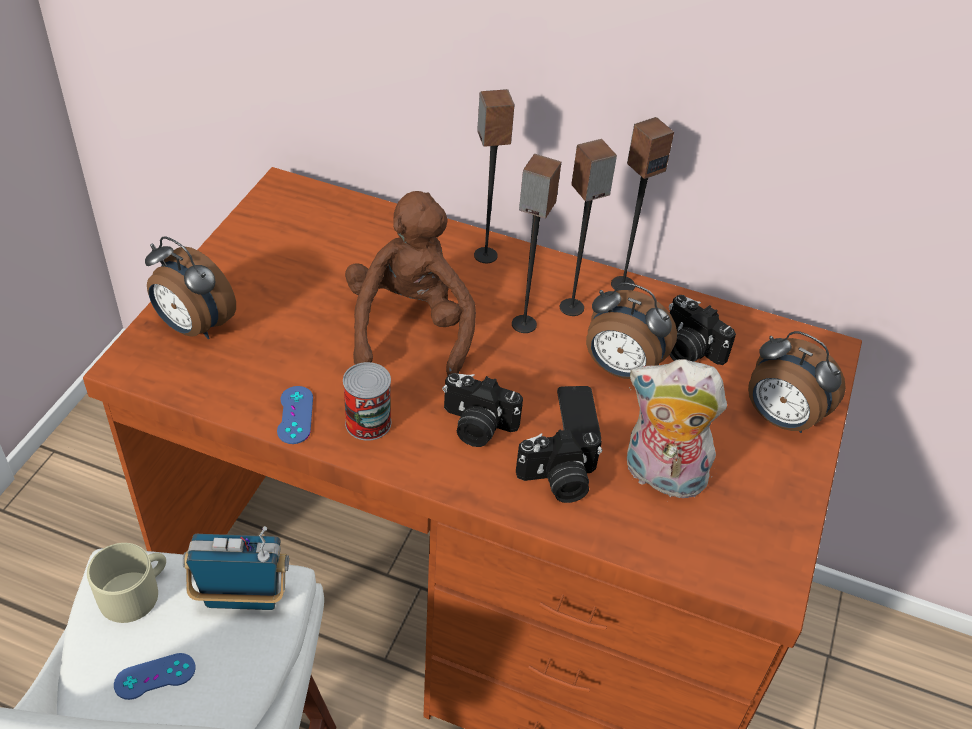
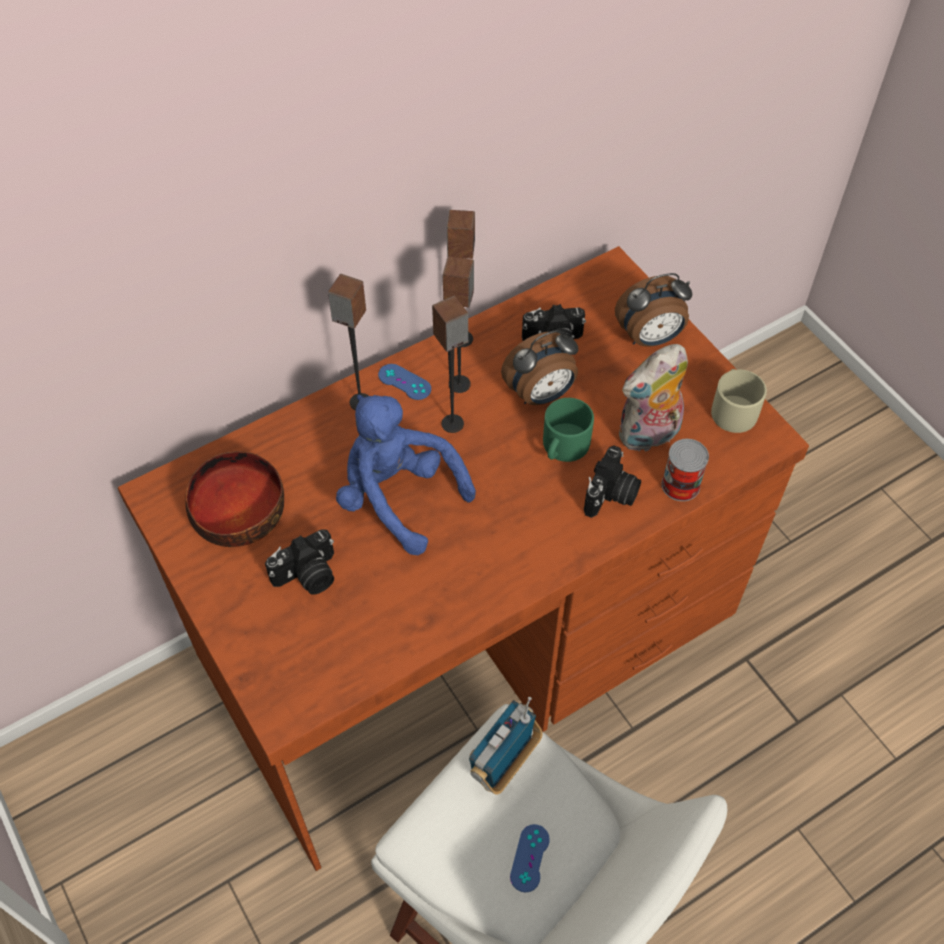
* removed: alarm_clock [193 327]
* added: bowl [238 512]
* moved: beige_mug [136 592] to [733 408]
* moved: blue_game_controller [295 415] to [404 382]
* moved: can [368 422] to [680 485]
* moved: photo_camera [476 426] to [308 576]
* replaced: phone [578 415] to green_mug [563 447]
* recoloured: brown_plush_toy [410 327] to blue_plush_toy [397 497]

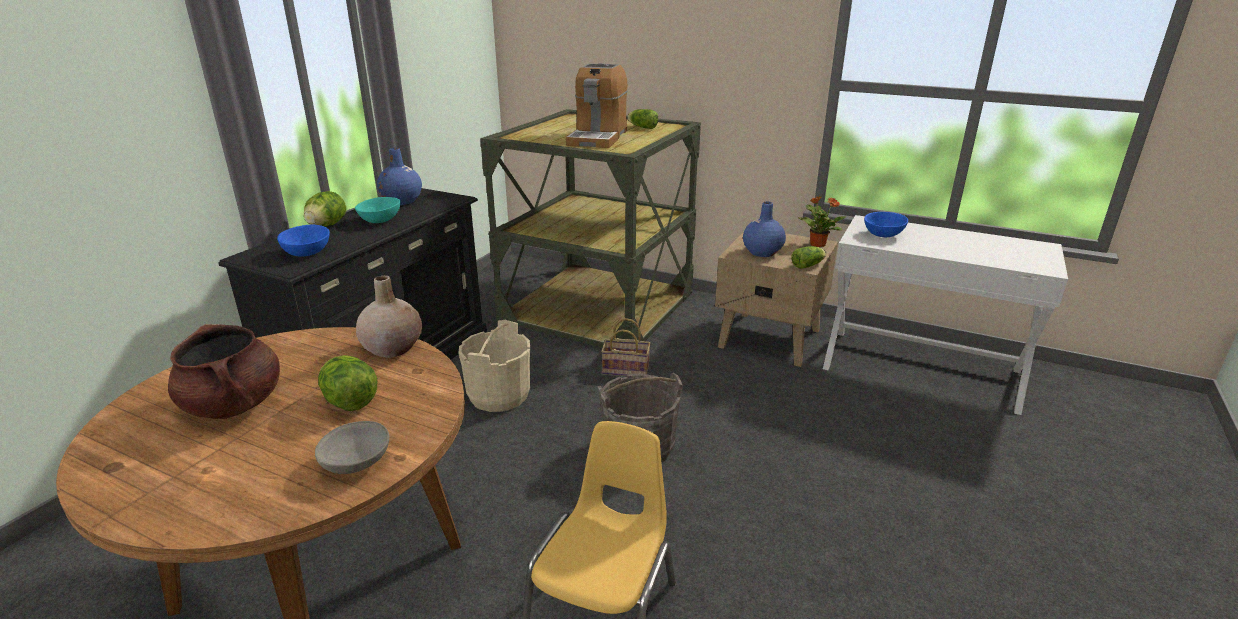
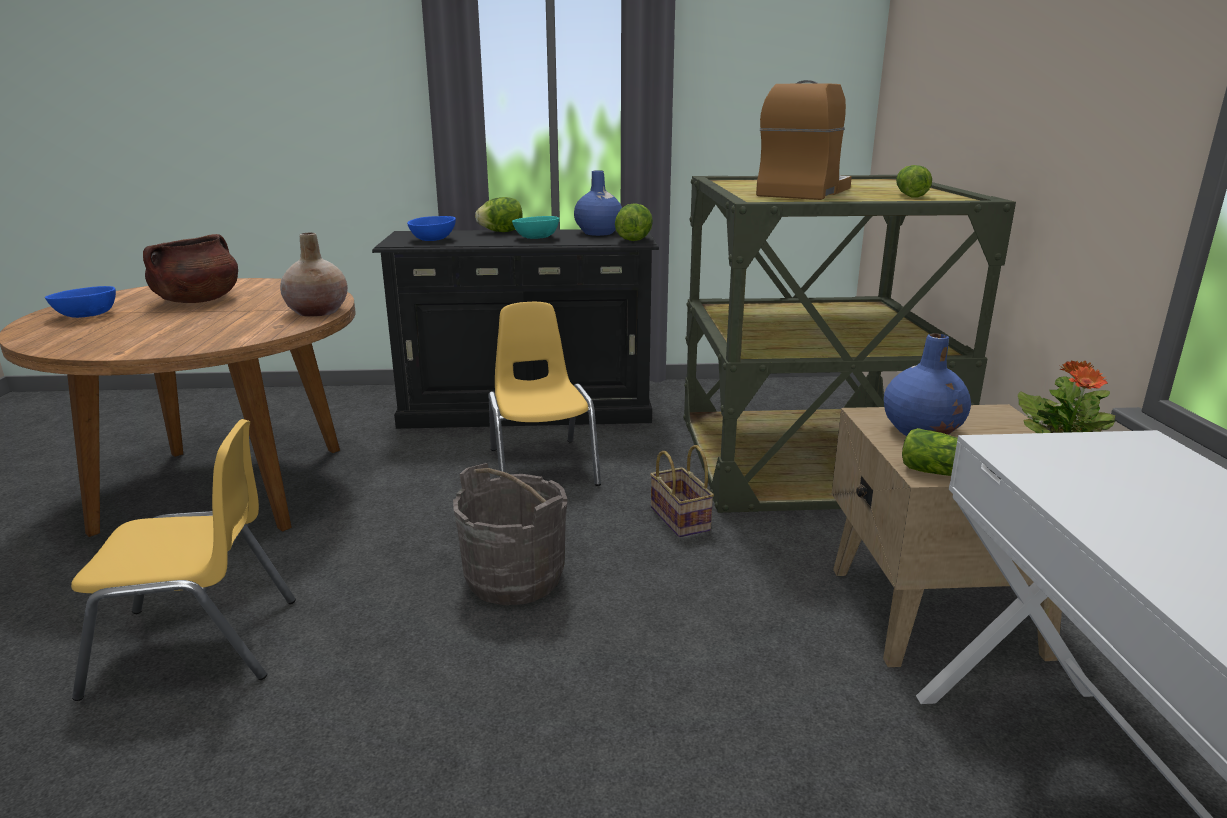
* removed: grey_bowl [357 463]
* moved: lettuce [350 402] to [634 240]
* moved: blue_bowl [883 234] to [88 315]
* replaced: beige_bucket [498 395] to yellow_chair [542 466]
* turned: coffee_machine [598 138] = [803 192] 135 degrees clockwise

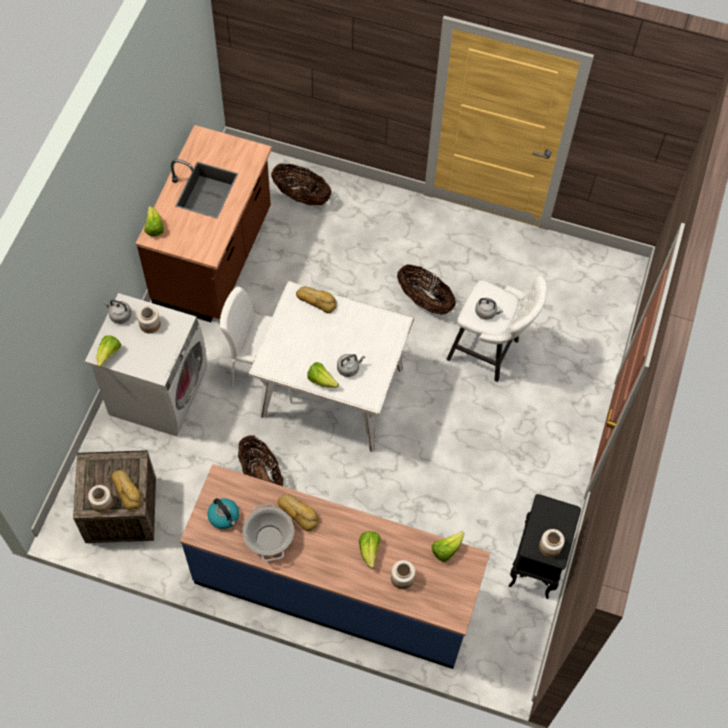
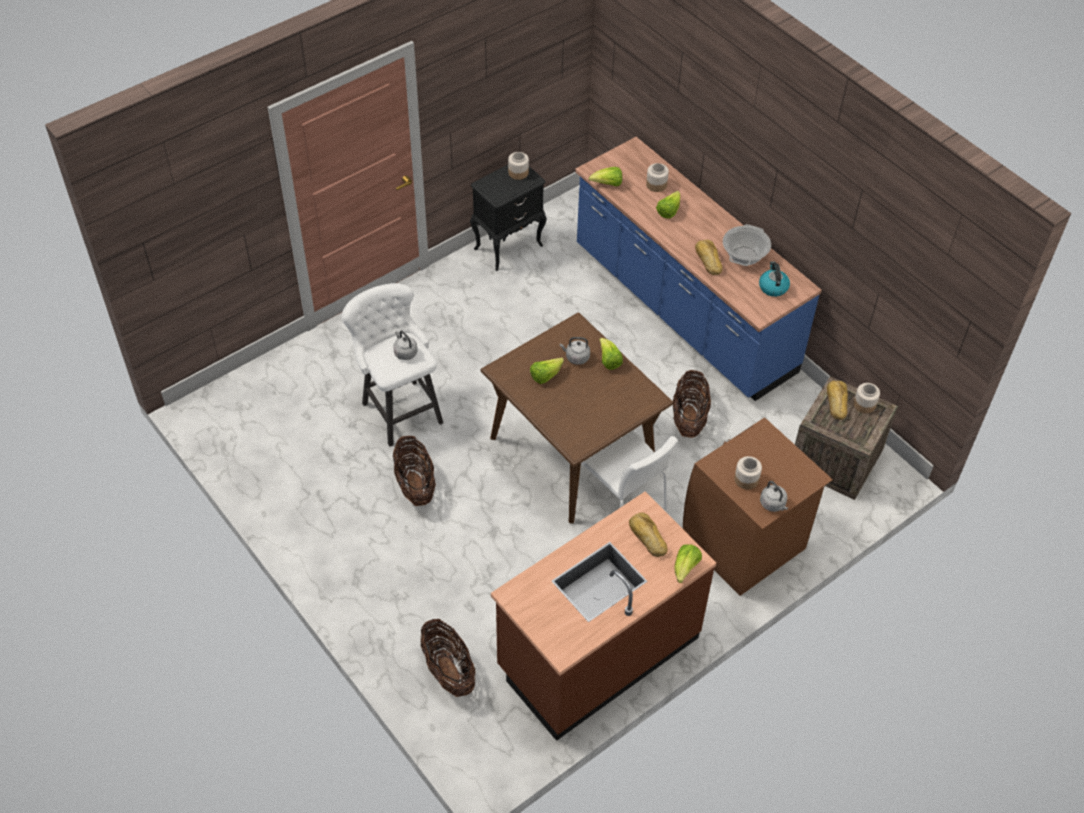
* moved: lettuce [108 354] to [545 376]
* moved: bread [316 300] to [647 538]
* recoloured: white_washing_machine [157 391] to brown_washing_machine [743 545]
* recoloured: white_dining_table [332 392] to brown_dining_table [572 452]

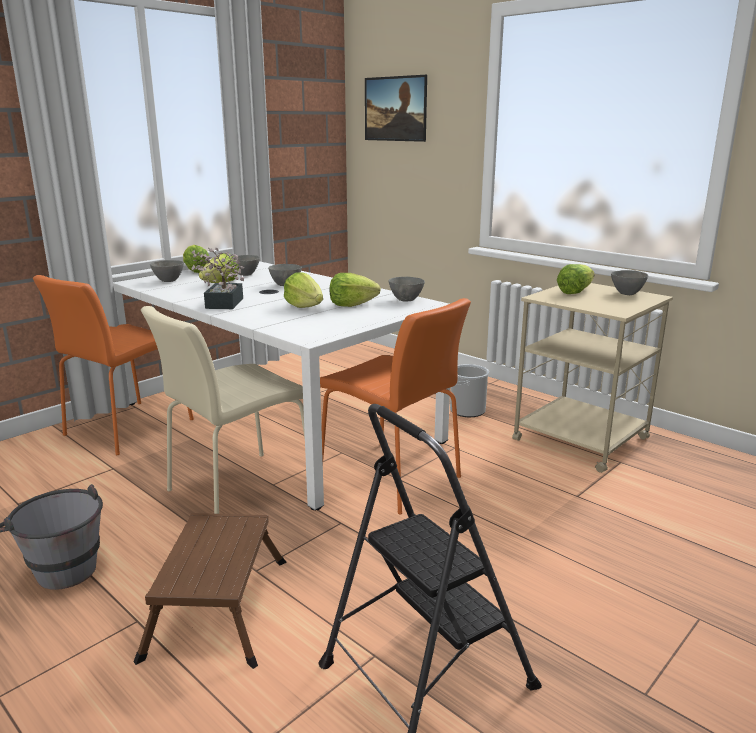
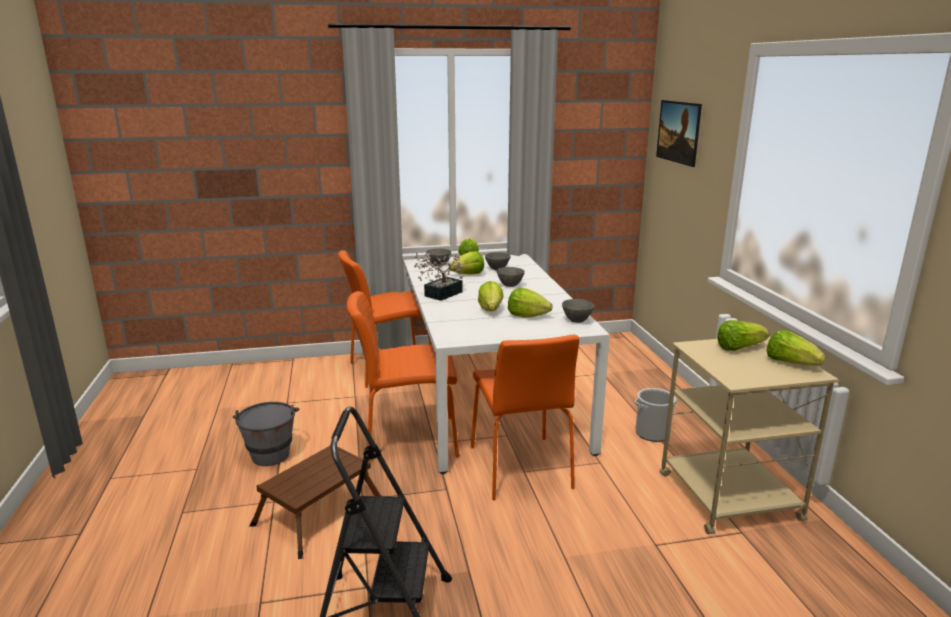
* replaced: grey_bowl [626 293] to lettuce [790 363]
* recoloured: beige_chair [237 491] to orange_chair [407 439]

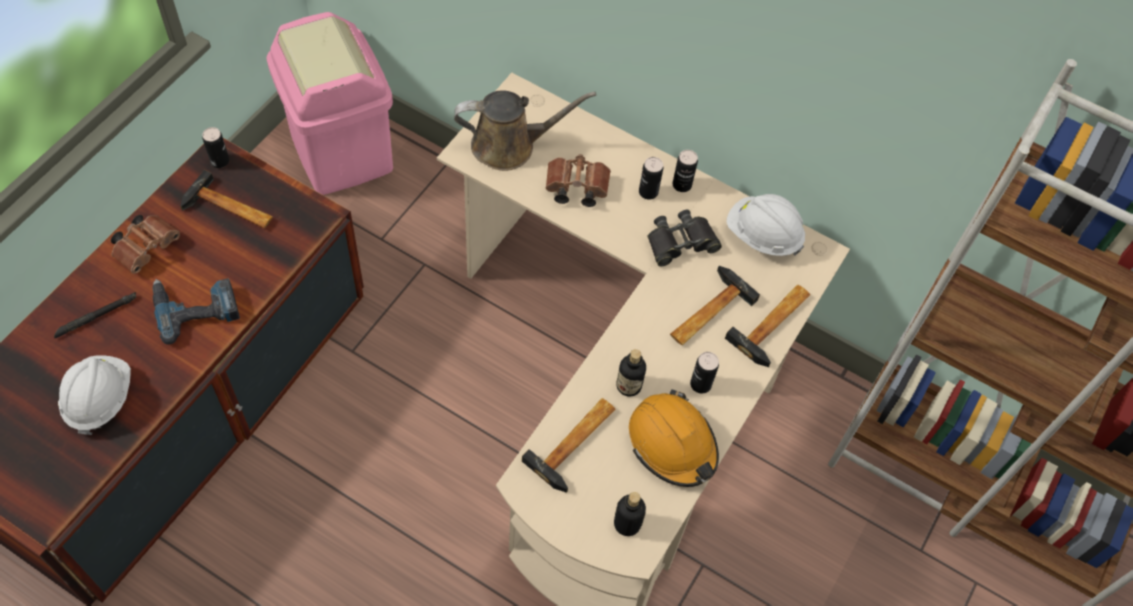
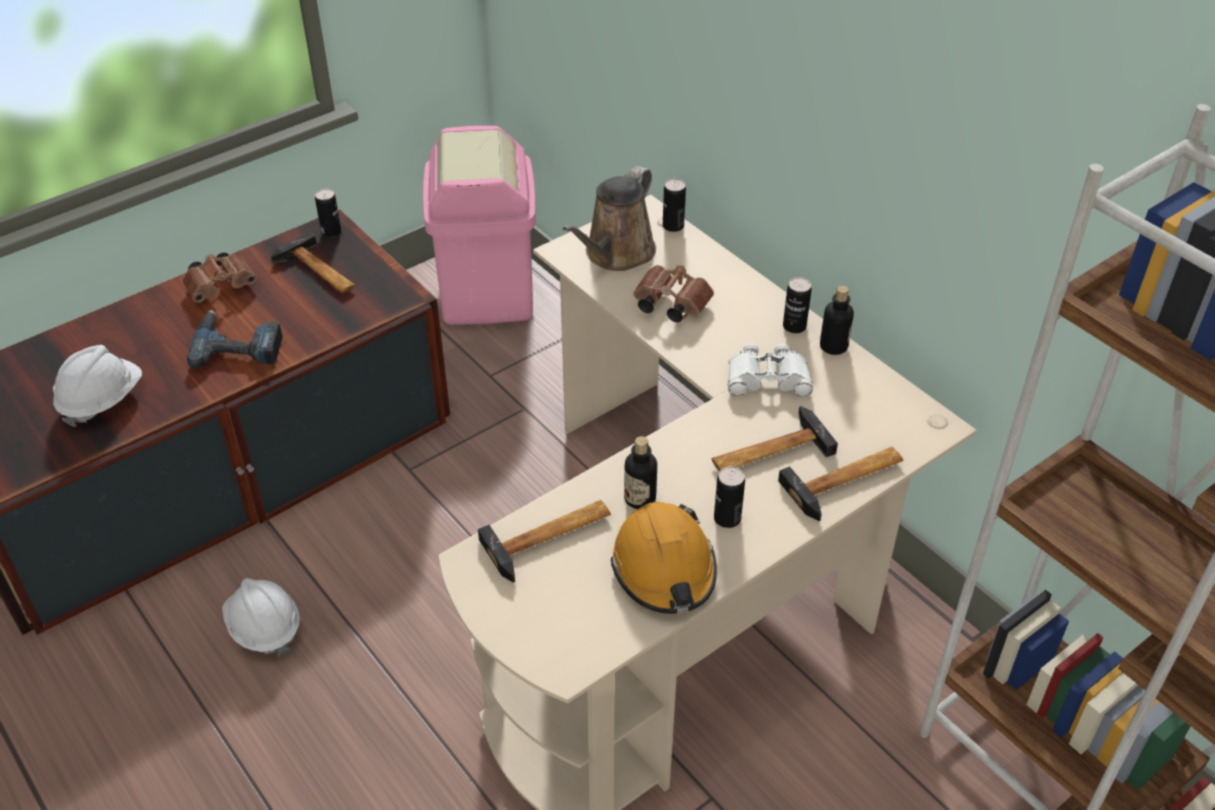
* removed: black_flashlight [96 317]
* moved: bottle [627 523] to [833 346]
* moved: can [648 192] to [673 226]
* moved: white_hard_hat [762 236] to [264 628]
* recoloured: black_binoculars [680 242] to white_binoculars [767 378]
* turned: brown_watering_can [510 145] = [616 254] 105 degrees clockwise

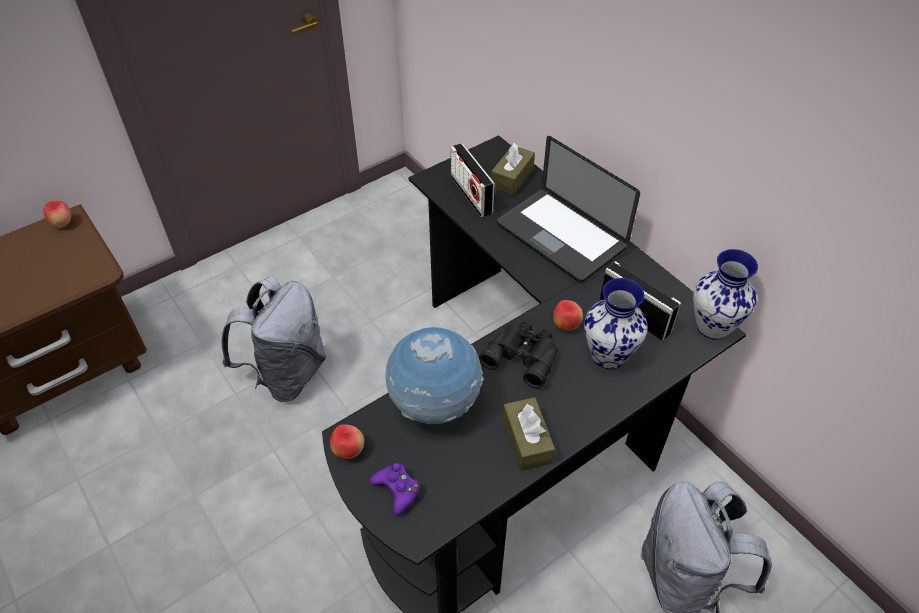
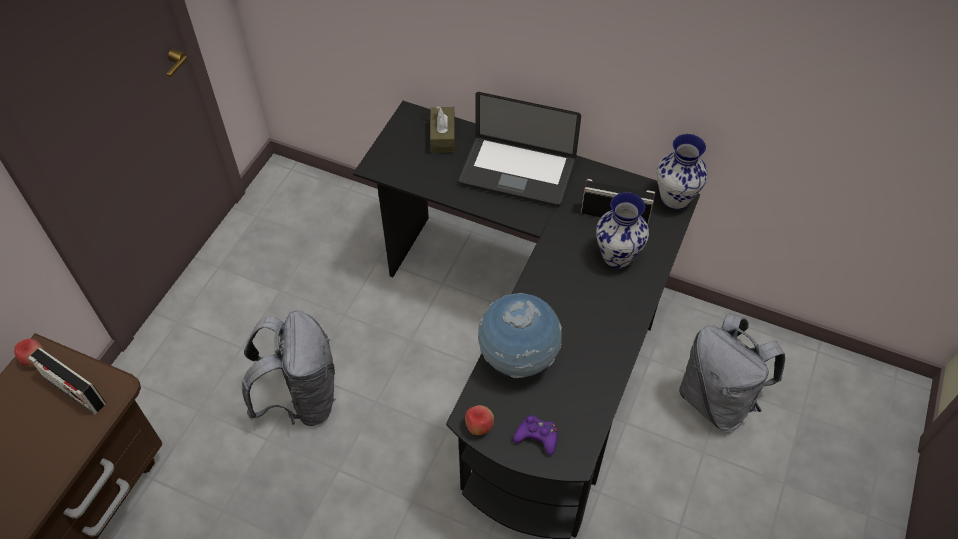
* removed: black_binoculars [523 355]
* removed: brown_tissue_box [527 440]
* removed: apple [565 325]
* moved: radio [471 194] to [75 391]

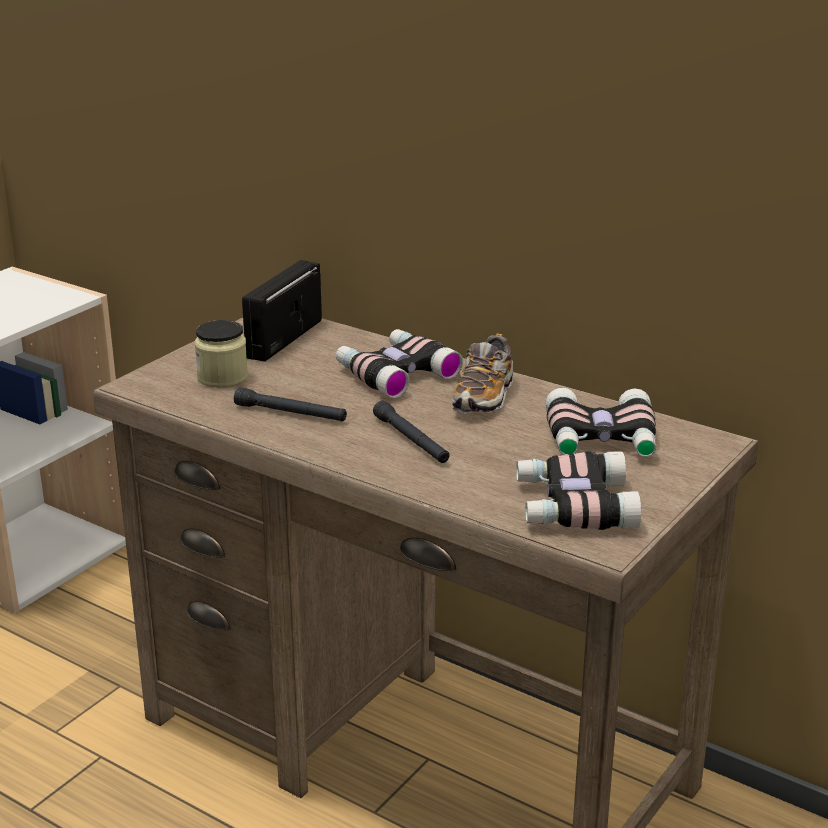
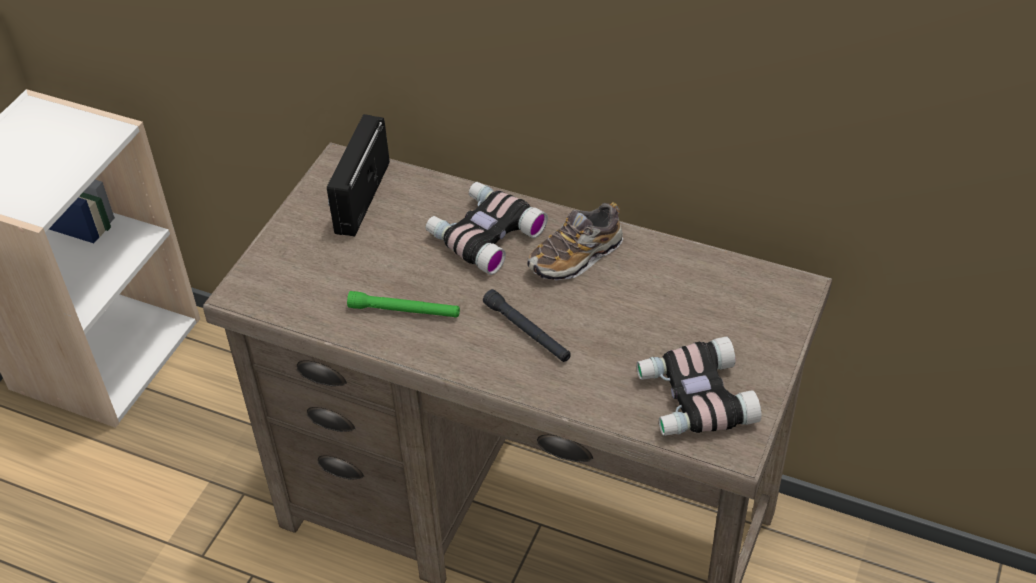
* removed: jar [222 377]
* removed: binoculars [601 440]
* recoloured: black_flashlight [290 413] to green_flashlight [404 311]
* turned: shoe [484 397] = [576 257] 45 degrees clockwise

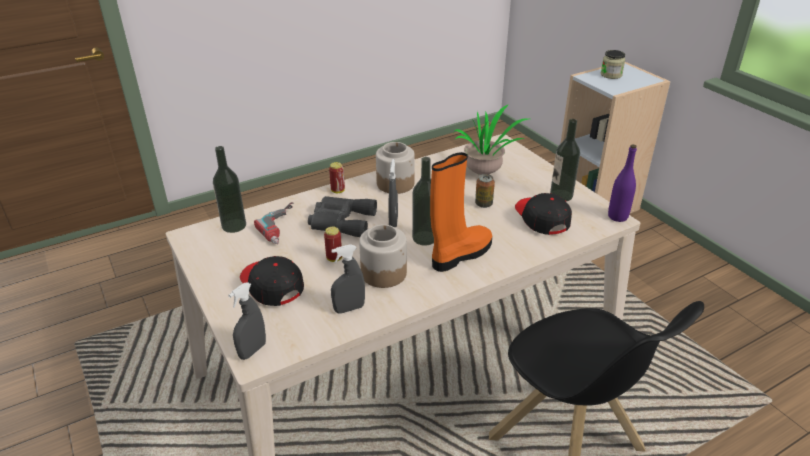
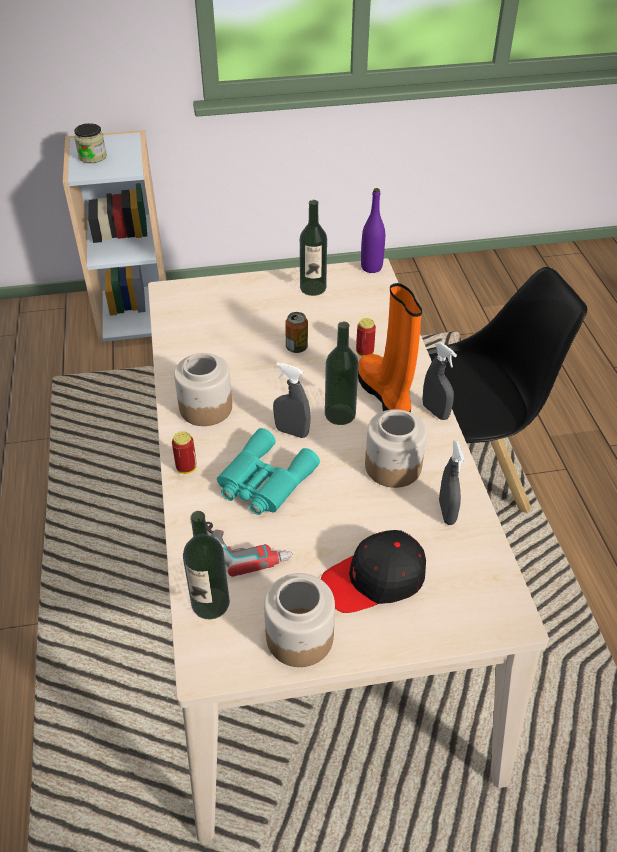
* removed: potted_plant [485 173]
* removed: black_cap [541 218]
* added: jar [298 637]
* moved: grey_spray_bottle [252 351] to [435 411]
* moved: can [334 258] to [364 353]
* recoloured: grey_binoculars [340 221] to turquoise_binoculars [263 481]

